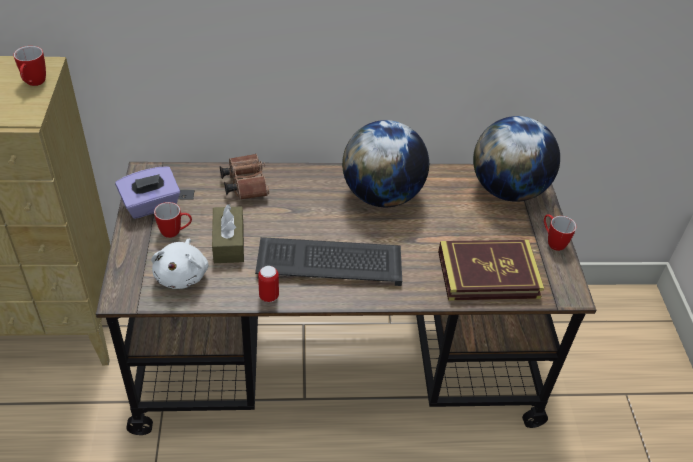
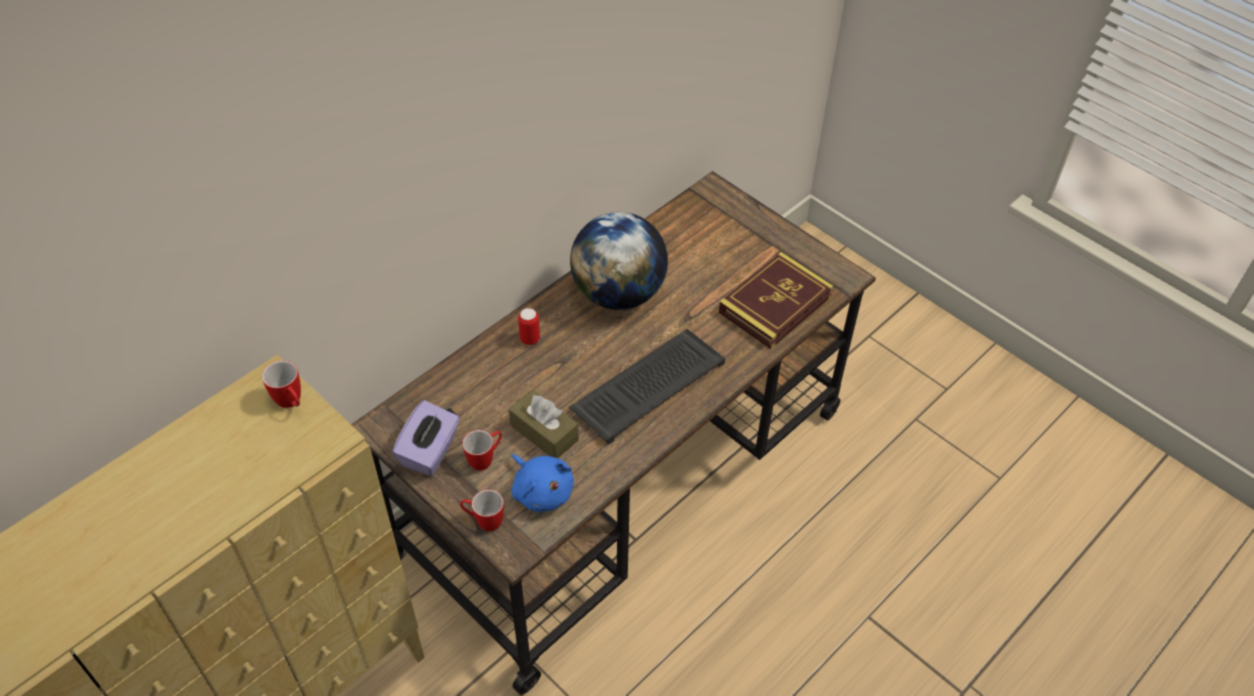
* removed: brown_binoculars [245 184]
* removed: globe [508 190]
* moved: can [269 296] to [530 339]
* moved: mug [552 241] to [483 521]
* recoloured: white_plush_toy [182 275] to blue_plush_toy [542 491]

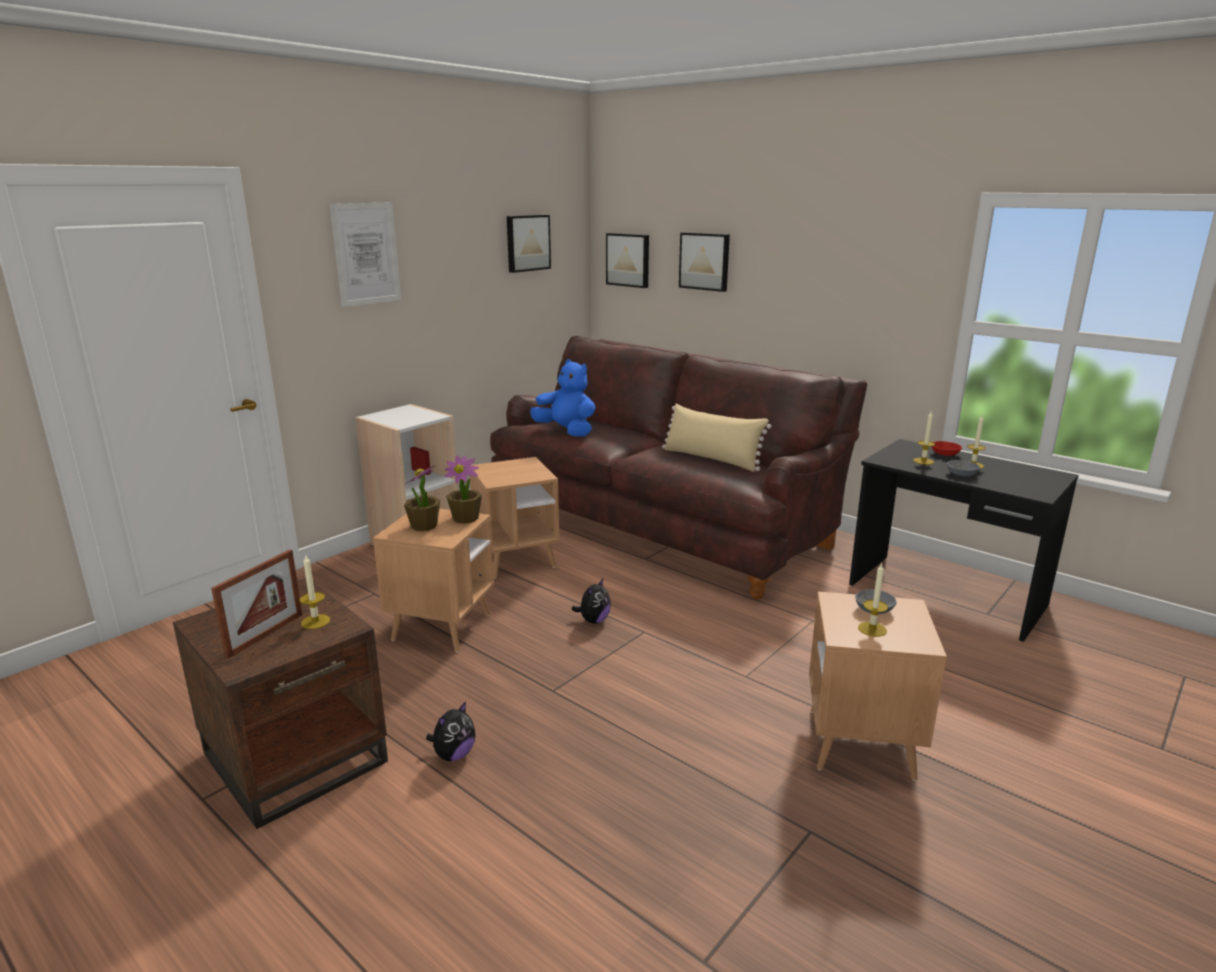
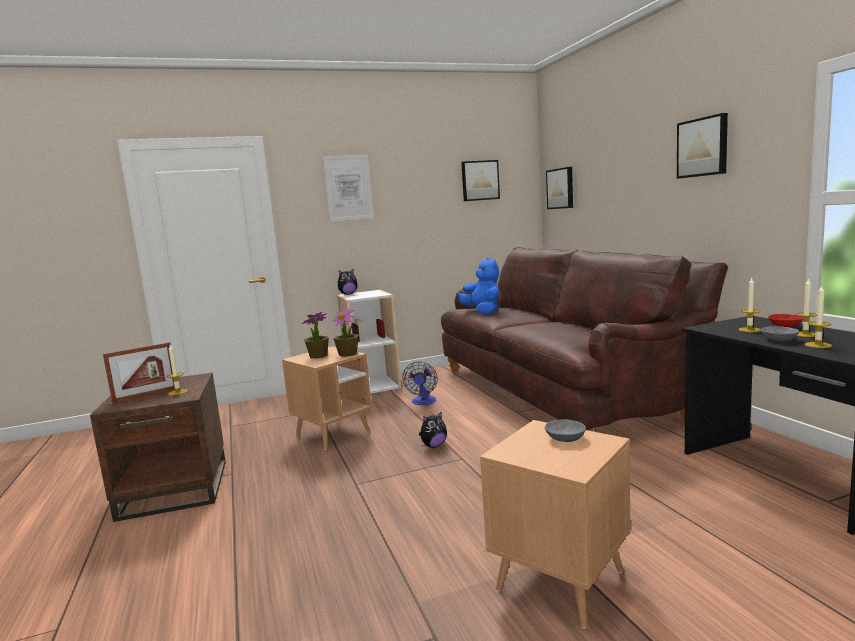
* removed: beige_pillow [711 459]
* moved: plush_toy [454 755] to [348 294]
* moved: picture [705 261] to [703 147]
* moved: candle [872 629] to [818 345]
* replaced: brown_side_table [516 560] to fan [423 402]

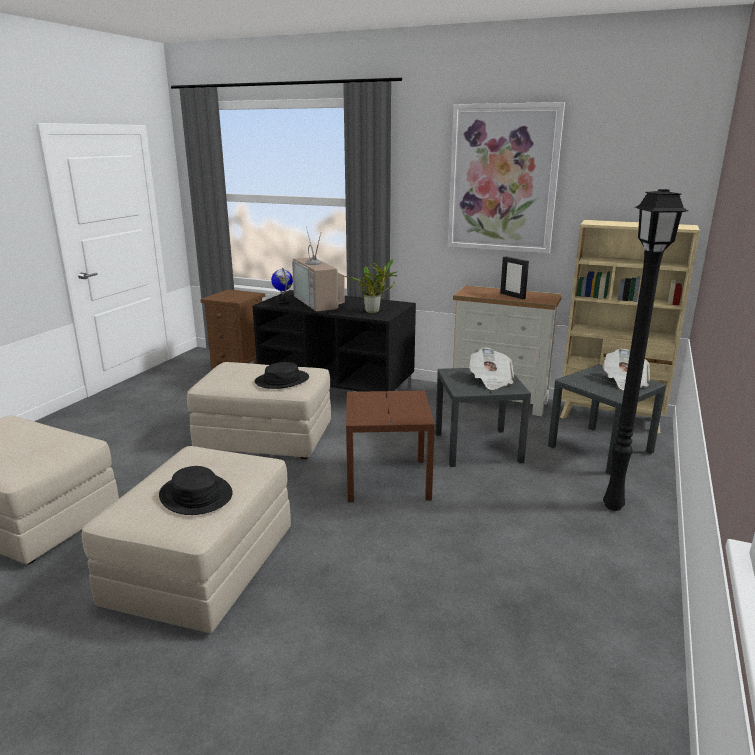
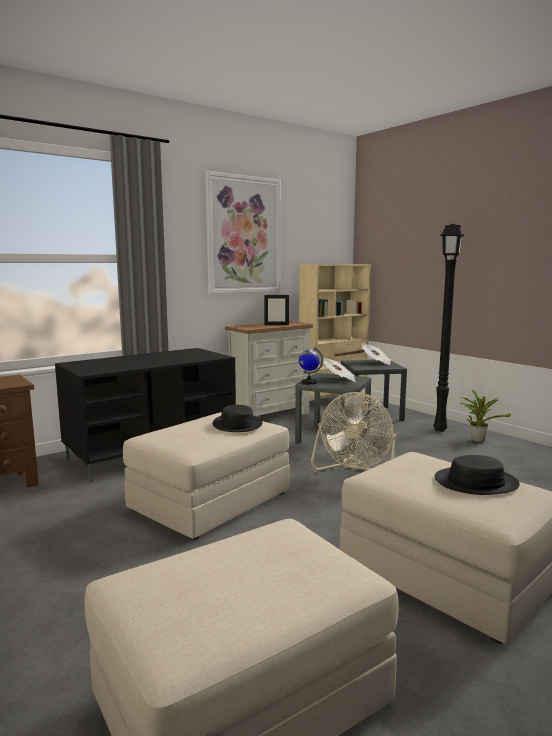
* removed: television [319 302]
* moved: globe [283 302] to [309 382]
* moved: potted_plant [374 311] to [477 440]
* replaced: brown_side_table [388 480] to beige_fan [354 473]

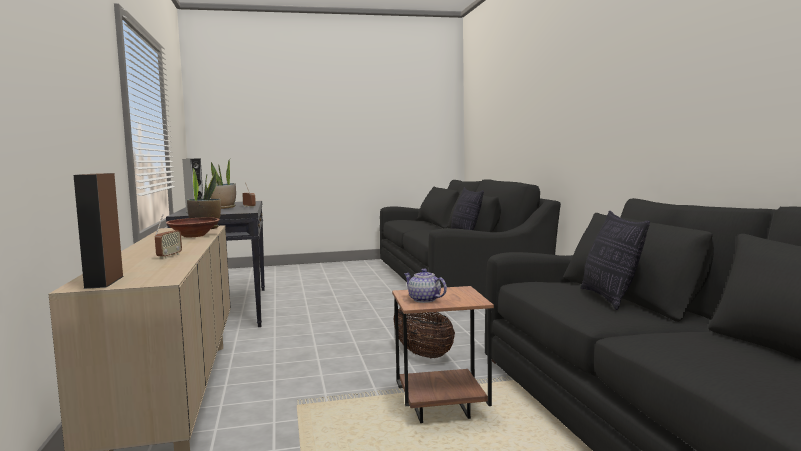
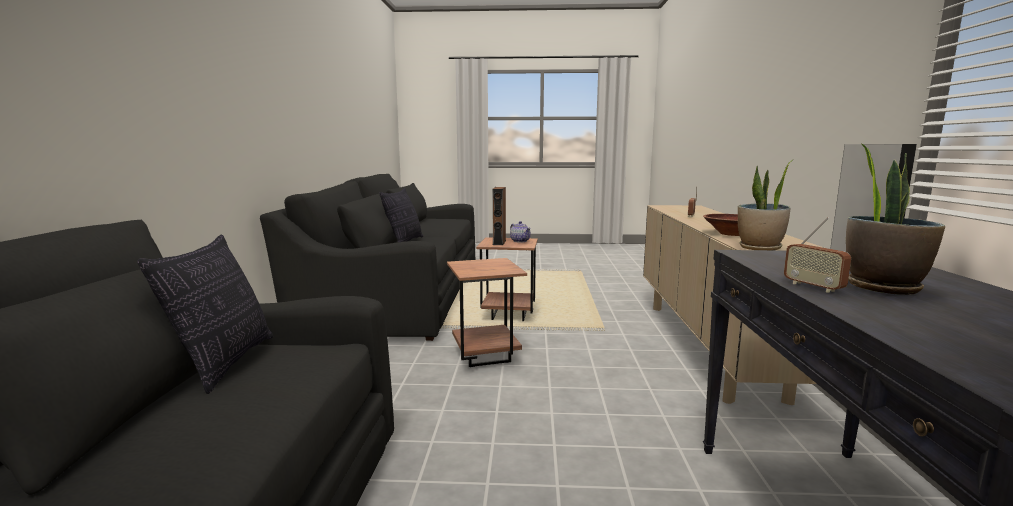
* moved: brown_speaker [104 282] to [499 242]
* replaced: basket [423 354] to brown_side_table [484 357]

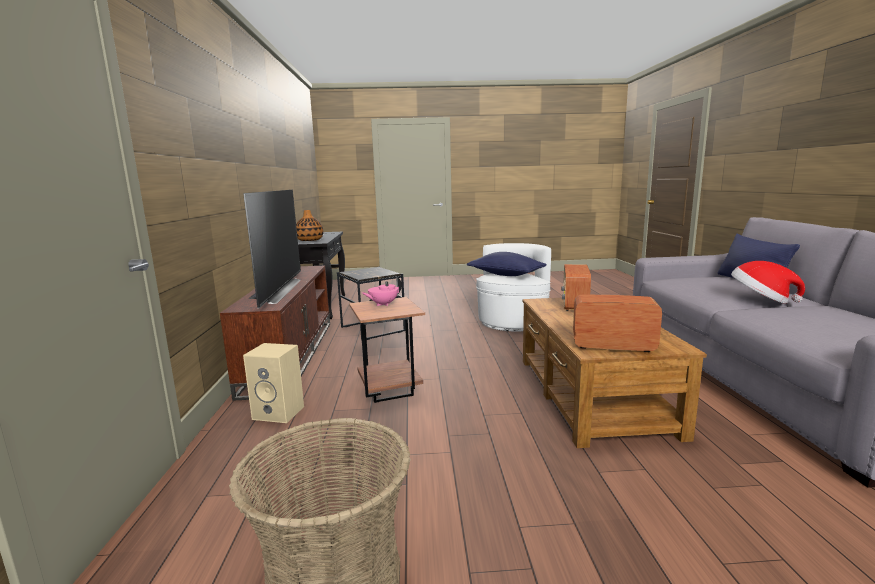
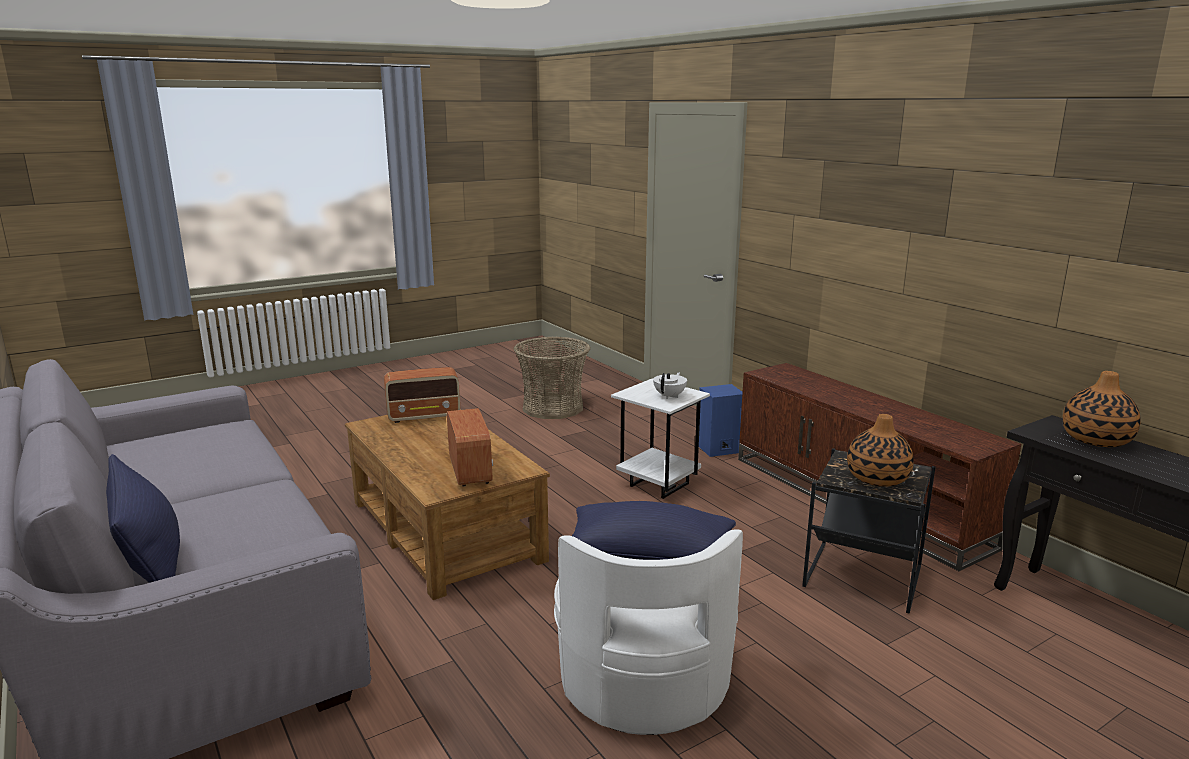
* removed: television [276 290]
* removed: hat [761 300]
* added: vase [877 478]
* recoloured: beige_speaker [280 412] to blue_speaker [718 449]
* recoloured: brown_side_table [388 392] to white_side_table [659 484]
* recoloured: pink_teapot [383 304] to white_teapot [670 396]

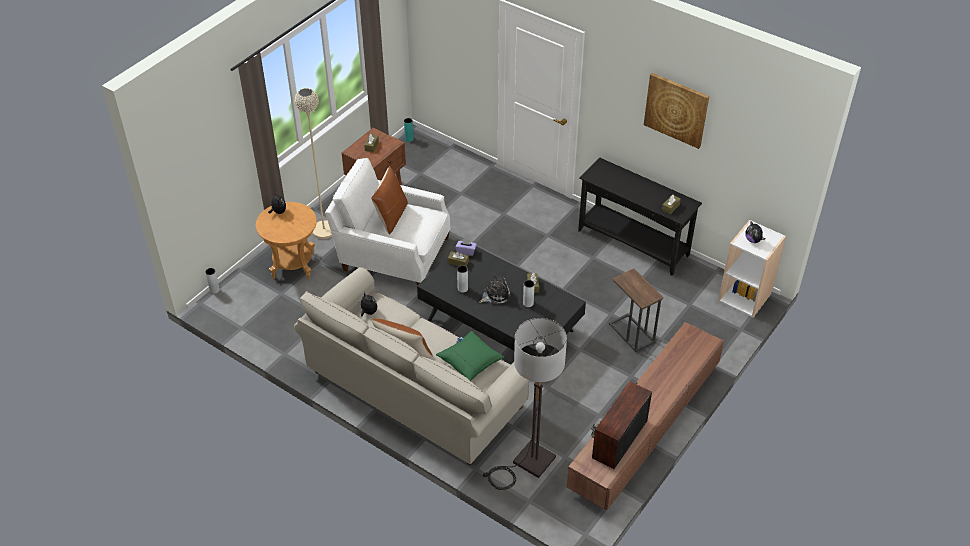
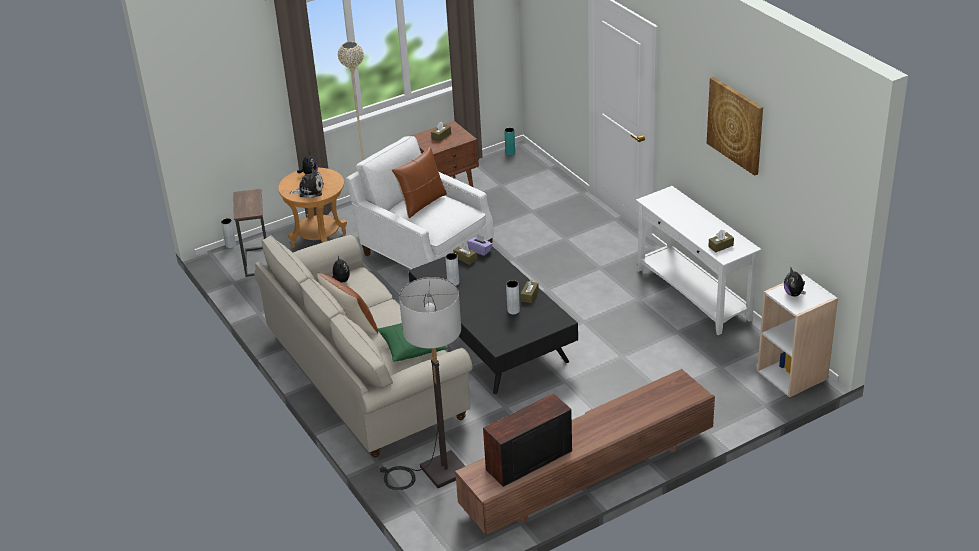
* moved: plush_toy [495 295] to [309 190]
* moved: brown_side_table [632 333] to [258 262]
* recoloured: black_console_table [634 243] to white_console_table [694 294]

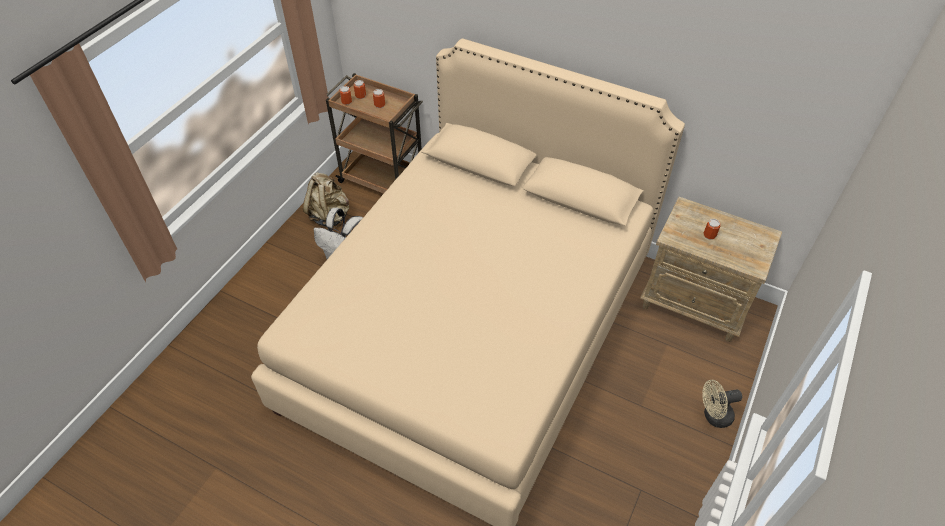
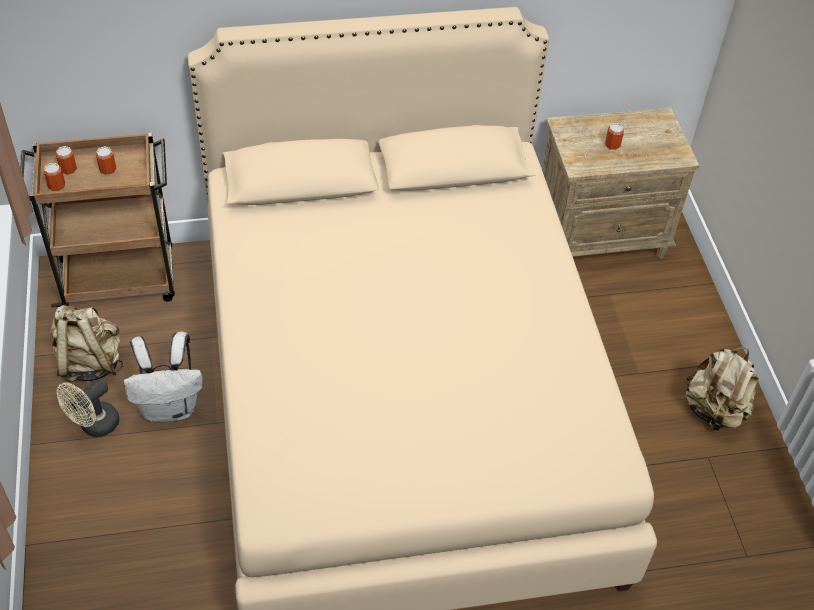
* added: beige_backpack [714 410]
* moved: beige_fan [713 416] to [94 426]

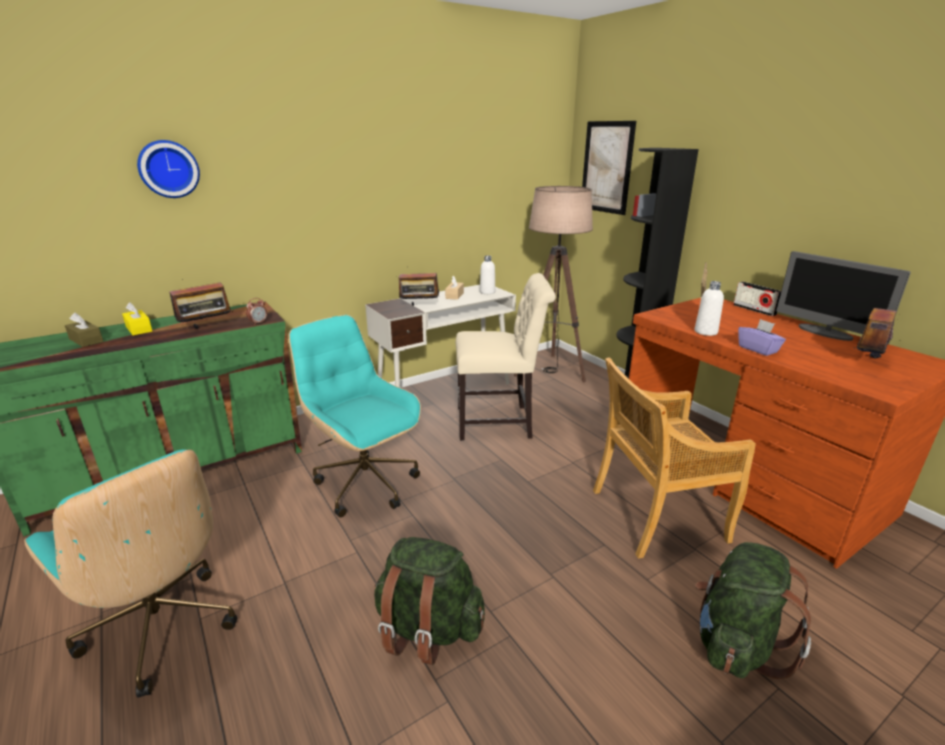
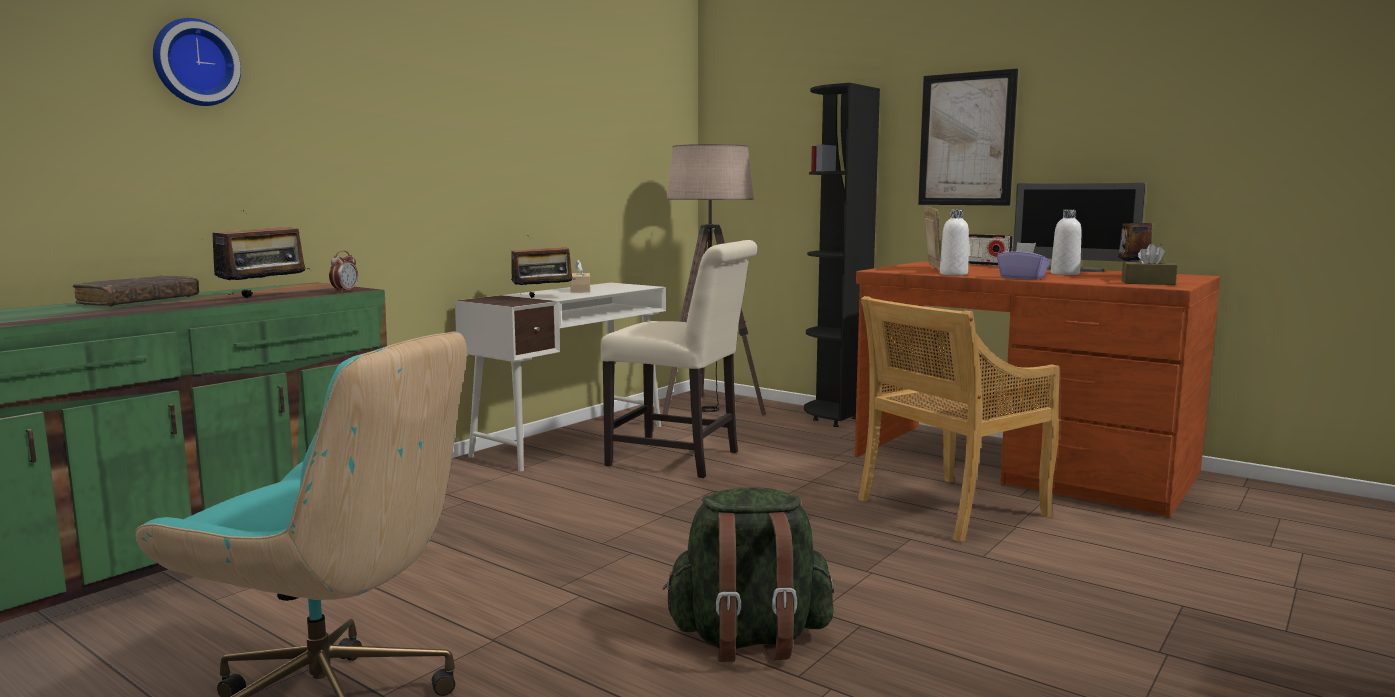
* removed: turquoise_office_chair [364 482]
* removed: green_backpack [735 644]
* moved: brown_tissue_box [86 340] to [1148 283]
* moved: white_bottle [487 292] to [1065 273]
* moved: picture [606 167] to [966 139]
* replaced: yellow_tissue_box [139 329] to brown_book [139 302]
* turned: beige_chair [500 423] = [681 460] 45 degrees clockwise

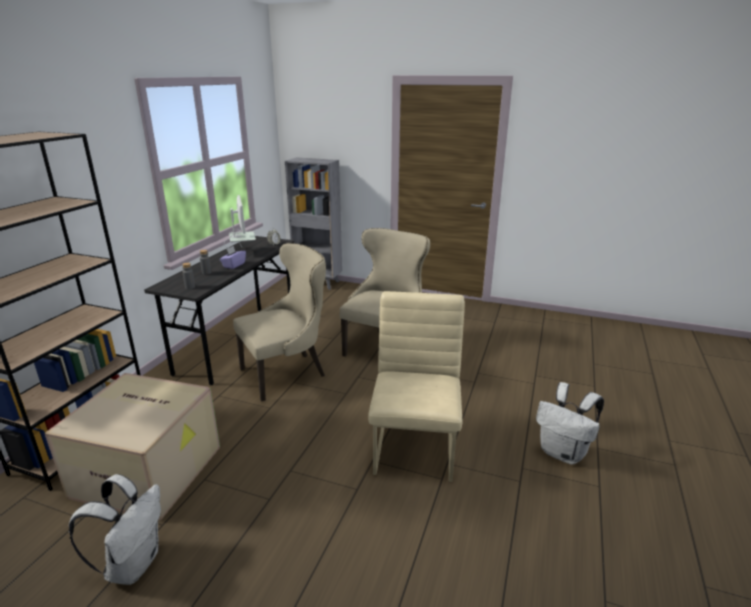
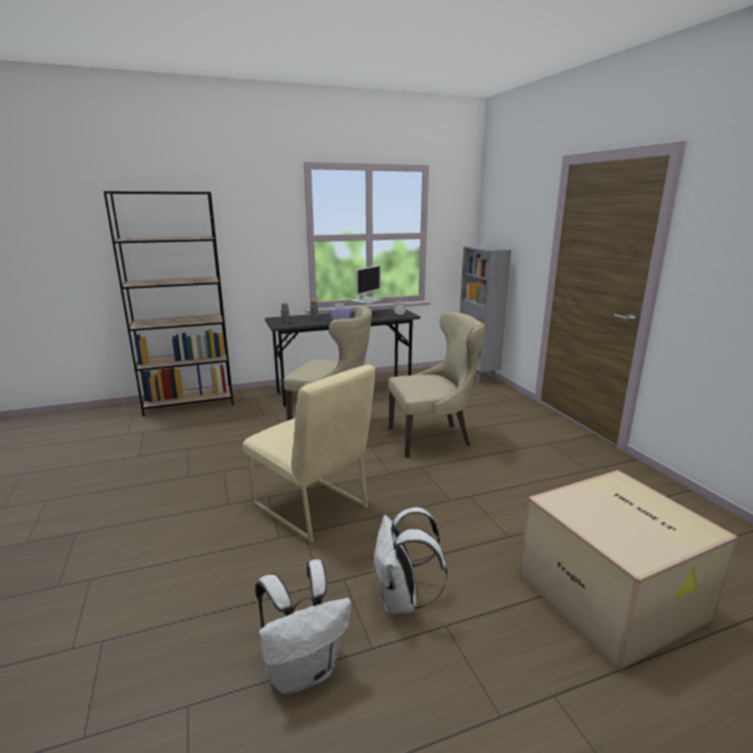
* moved: cardboard_box [150 470] to [613 596]
* moved: white_backpack [133 563] to [303 670]
* turned: beige_chair [415 444] = [311 507] 75 degrees clockwise

